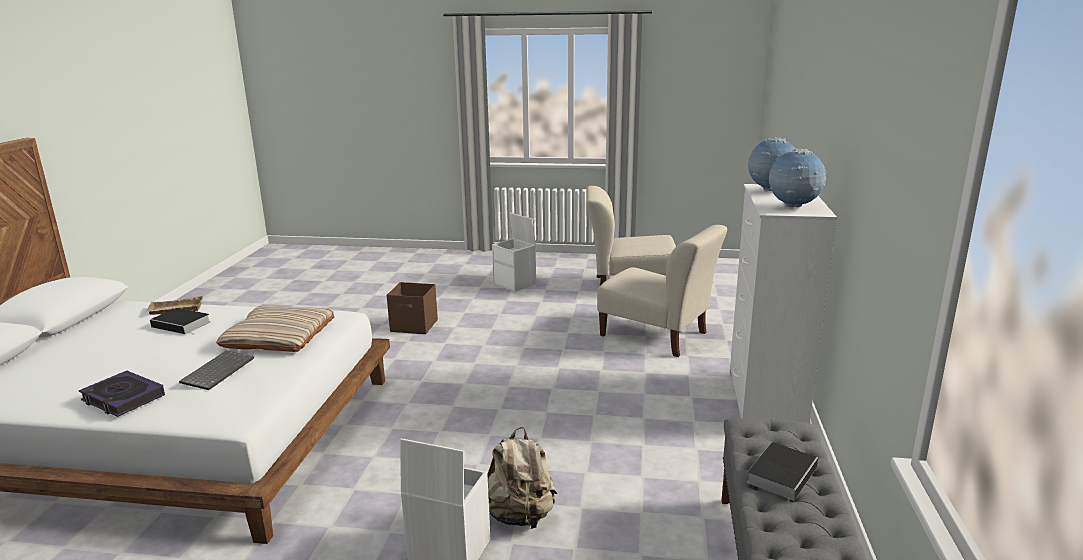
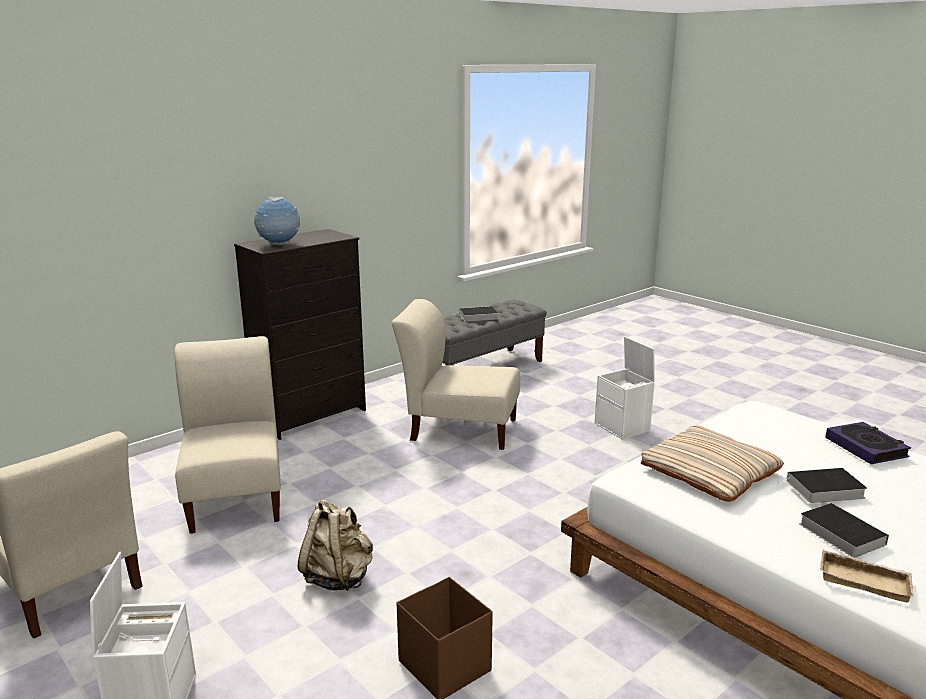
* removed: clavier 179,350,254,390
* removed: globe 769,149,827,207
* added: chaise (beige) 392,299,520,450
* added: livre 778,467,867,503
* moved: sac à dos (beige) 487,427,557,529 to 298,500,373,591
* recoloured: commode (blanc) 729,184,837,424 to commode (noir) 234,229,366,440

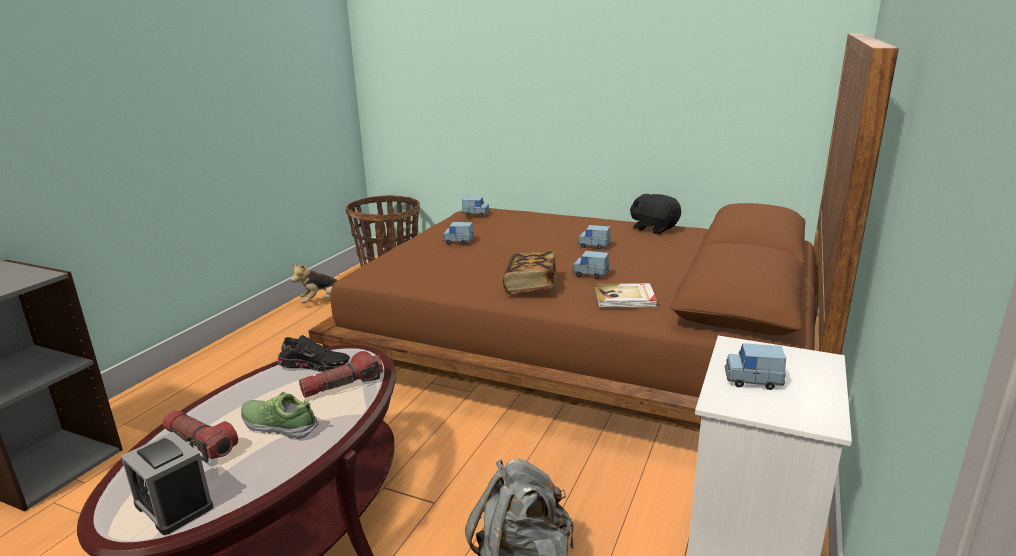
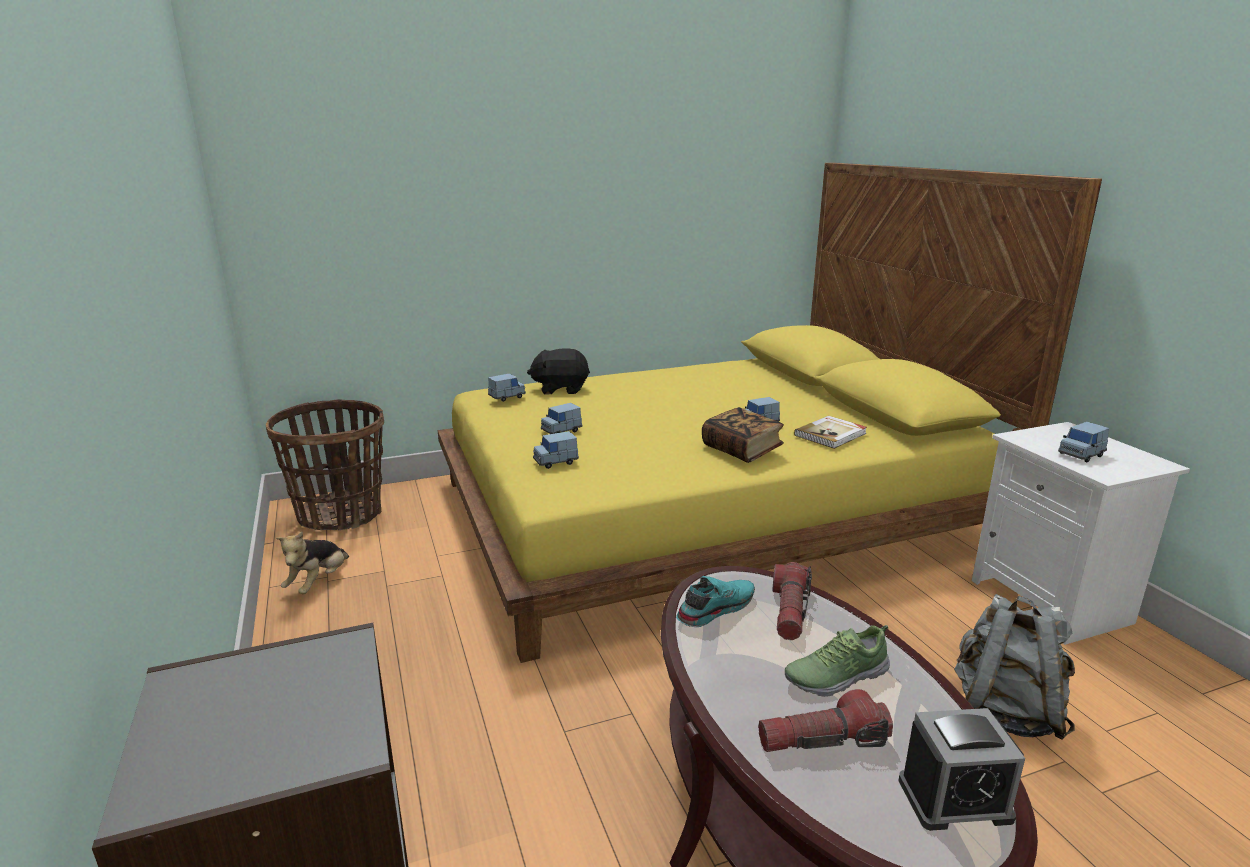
* moved: petite voiture (bleu) 578,225,611,250 to 533,431,579,469
* moved: peluche (noir) 630,194,681,234 to 527,348,590,395
* recoloured: chaussure (noir) 277,335,350,372 to chaussure (turquoise) 676,576,755,627
* recoloured: lit (marron) 308,33,899,432 to lit (jaune) 438,163,1102,663

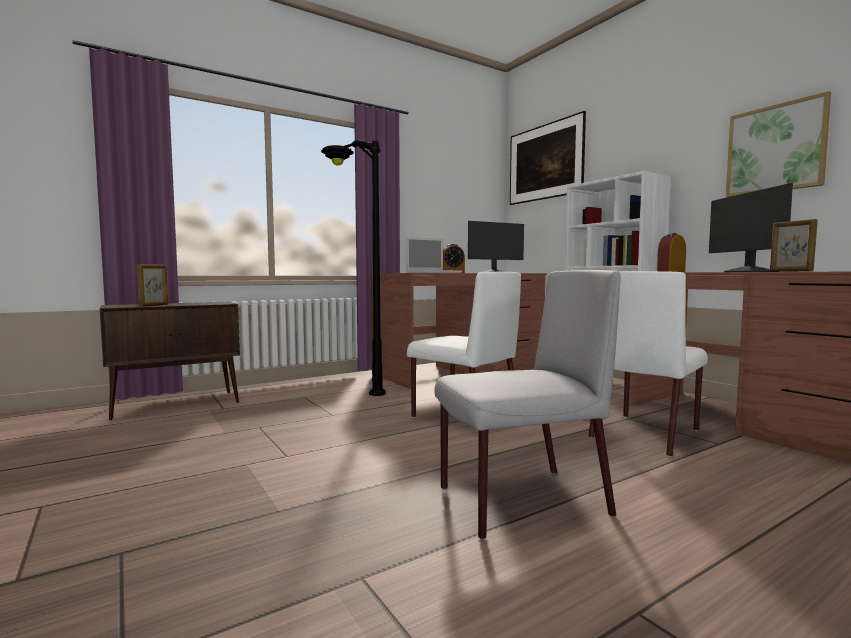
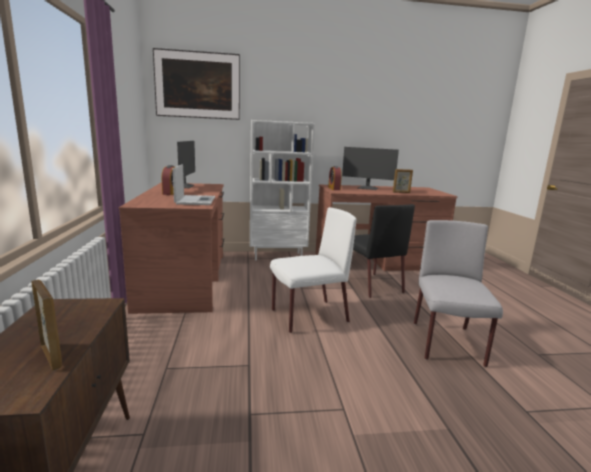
* removed: lampadaire (noir) 321,140,386,396
* removed: tableau 726,91,831,197
* recoloured: chaise (blanc) 589,271,708,457 to chaise (noir) 353,204,415,298

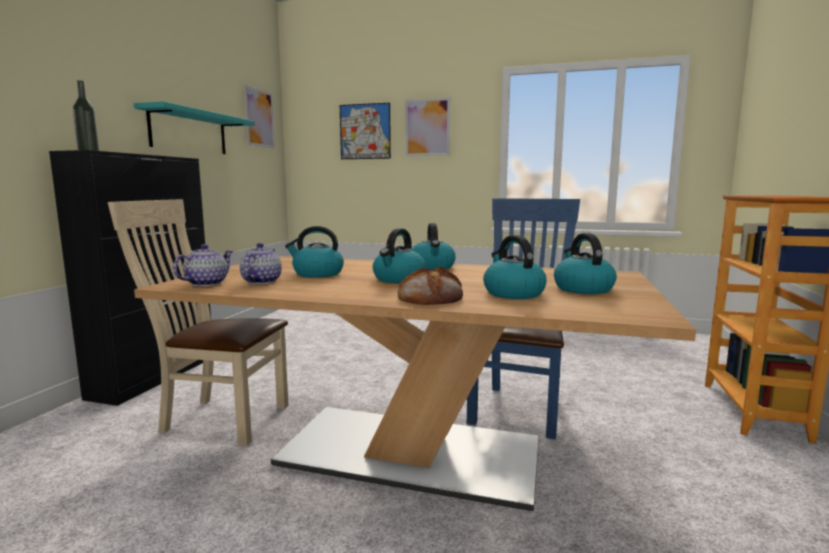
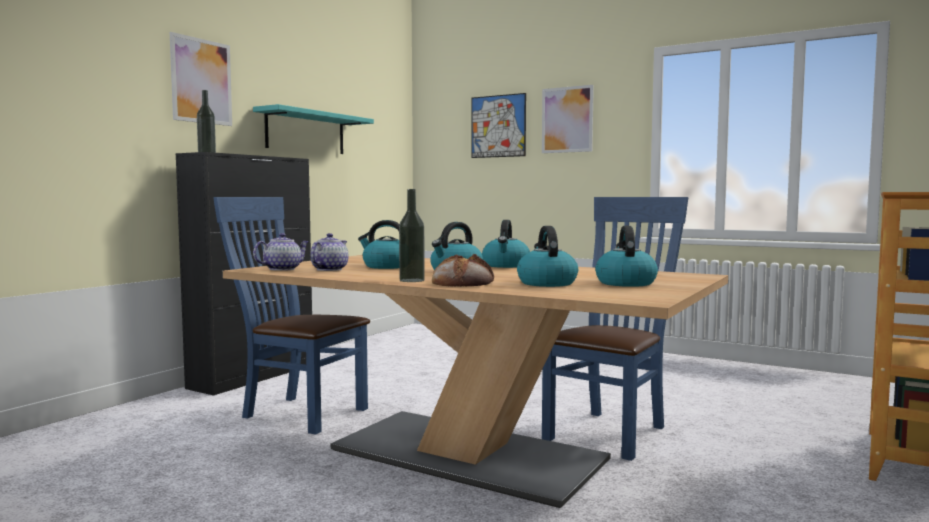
* added: bouteille 399,189,425,282
* moved: tableau 244,85,275,149 to 170,32,232,126
* recoloured: chaise (beige) 108,199,288,446 to chaise (bleu) 213,197,370,435

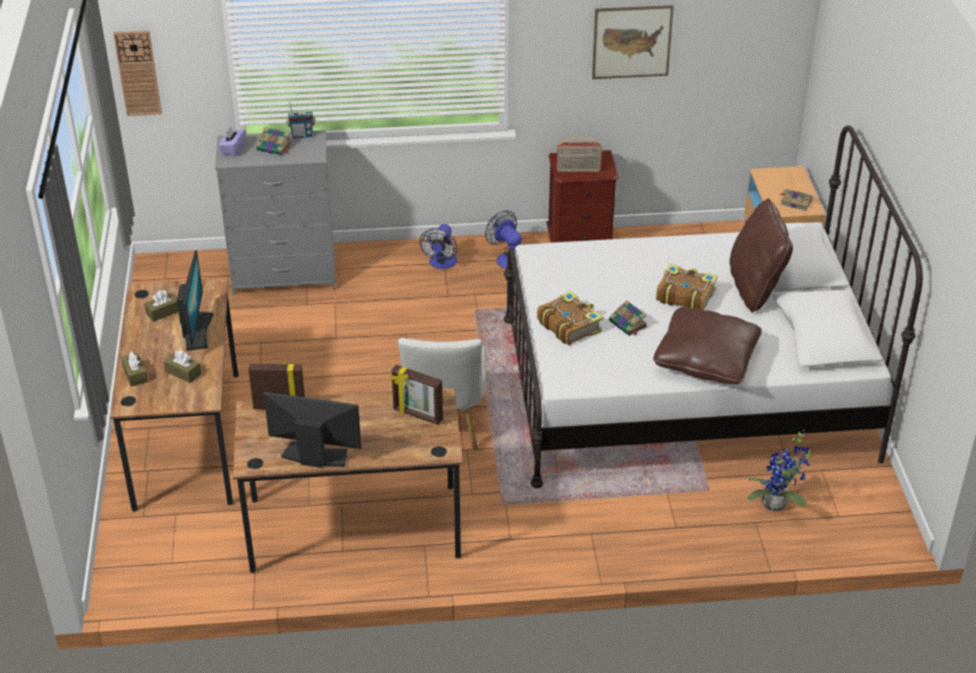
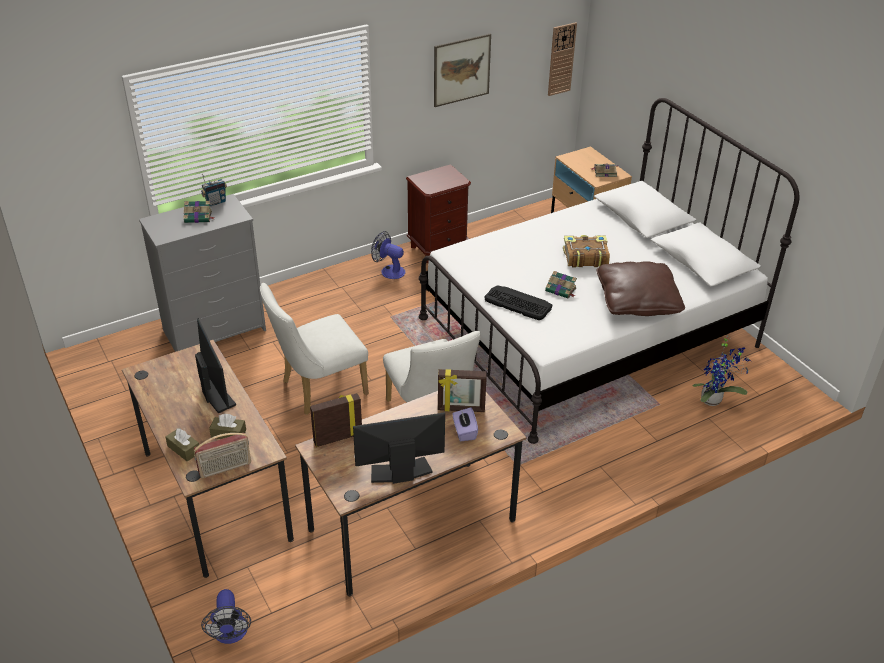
* removed: boîte à mouchoirs (marron) 144,290,178,322
* removed: coussin (marron) 729,198,793,313
* added: chaise (blanc) 260,283,369,415
* moved: horloge murale 113,31,162,116 to 548,22,577,96
* moved: boîte à mouchoirs (violet) 219,127,246,156 to 453,407,478,441
* moved: ventilateur 419,224,457,269 to 201,589,251,644
* moved: radio 556,137,602,172 to 194,433,251,478
* replaced: livre 537,291,603,345 to clavier 484,285,552,320

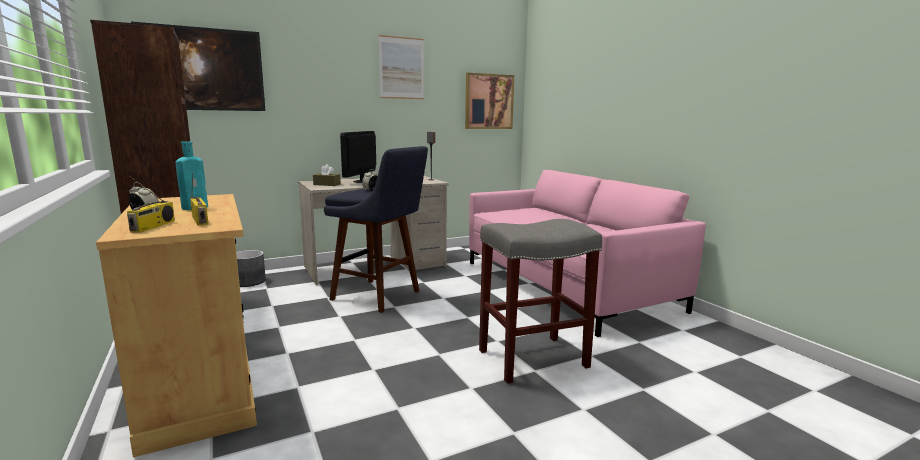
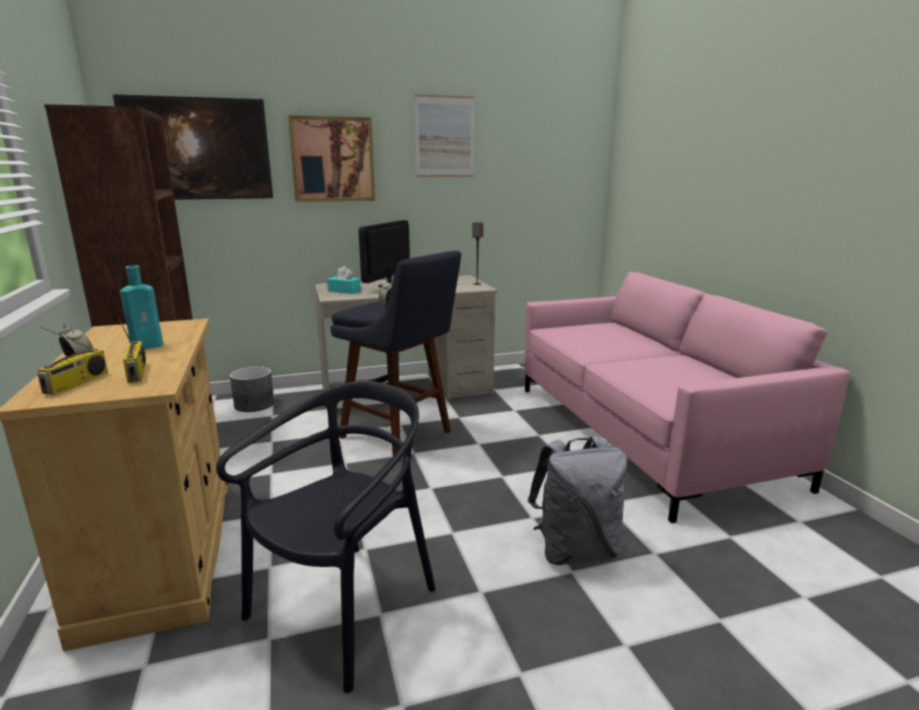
* added: chaise (noir) 216,381,436,693
* moved: tableau 465,73,514,129 to 288,115,375,202
* replaced: tabouret (gris) 479,219,602,384 to sac à dos (gris) 528,436,627,565
* recoloured: boîte à mouchoirs (marron) 313,164,341,186 to boîte à mouchoirs (turquoise) 327,266,361,294

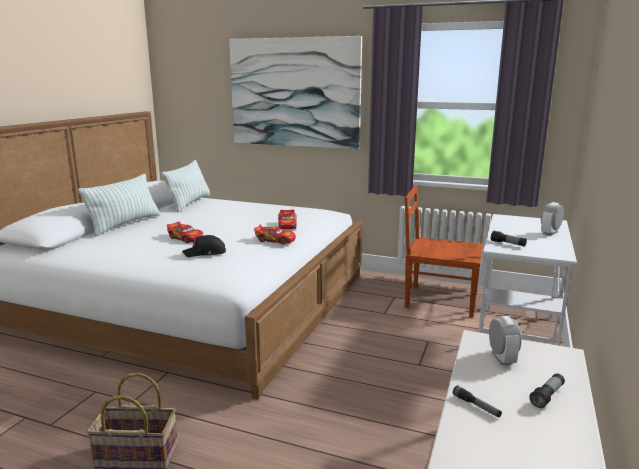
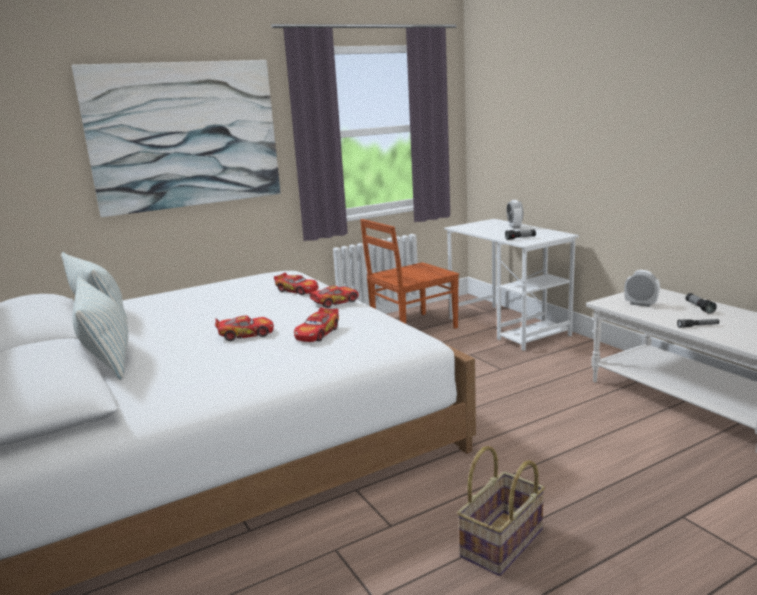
* replaced: casquette (noir) 182,235,226,257 to petite voiture 294,307,339,342

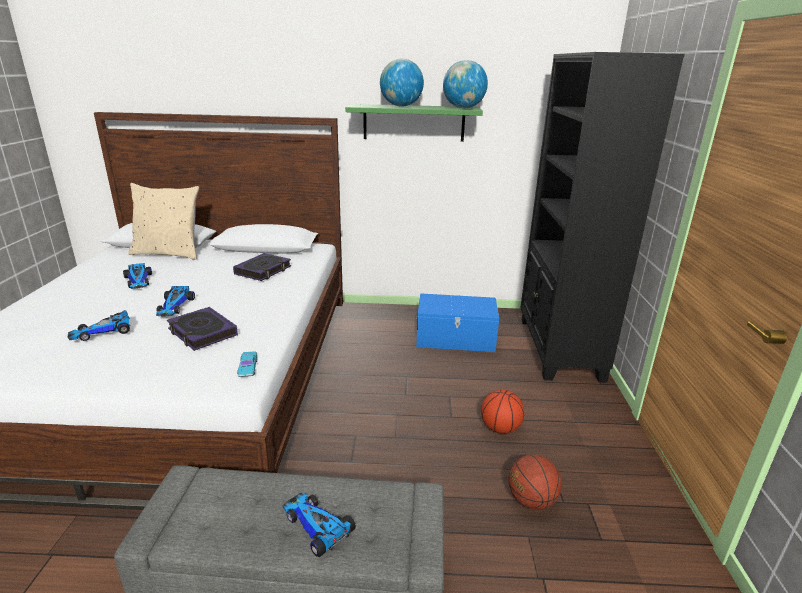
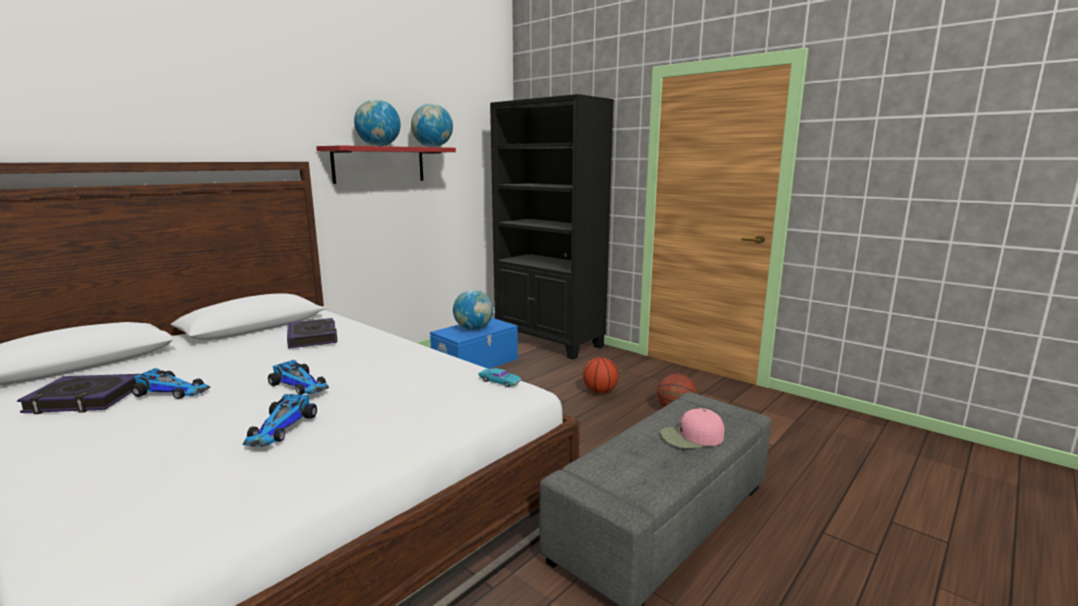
* removed: coussin (beige) 128,183,199,260
* added: globe 453,290,493,330
* moved: livre 167,307,238,351 to 17,374,139,414
* replaced: petite voiture 283,493,356,557 to casquette (rose) 660,408,725,448
* recoloured: étagère (vert) 345,104,483,142 to étagère (rouge) 316,145,456,184

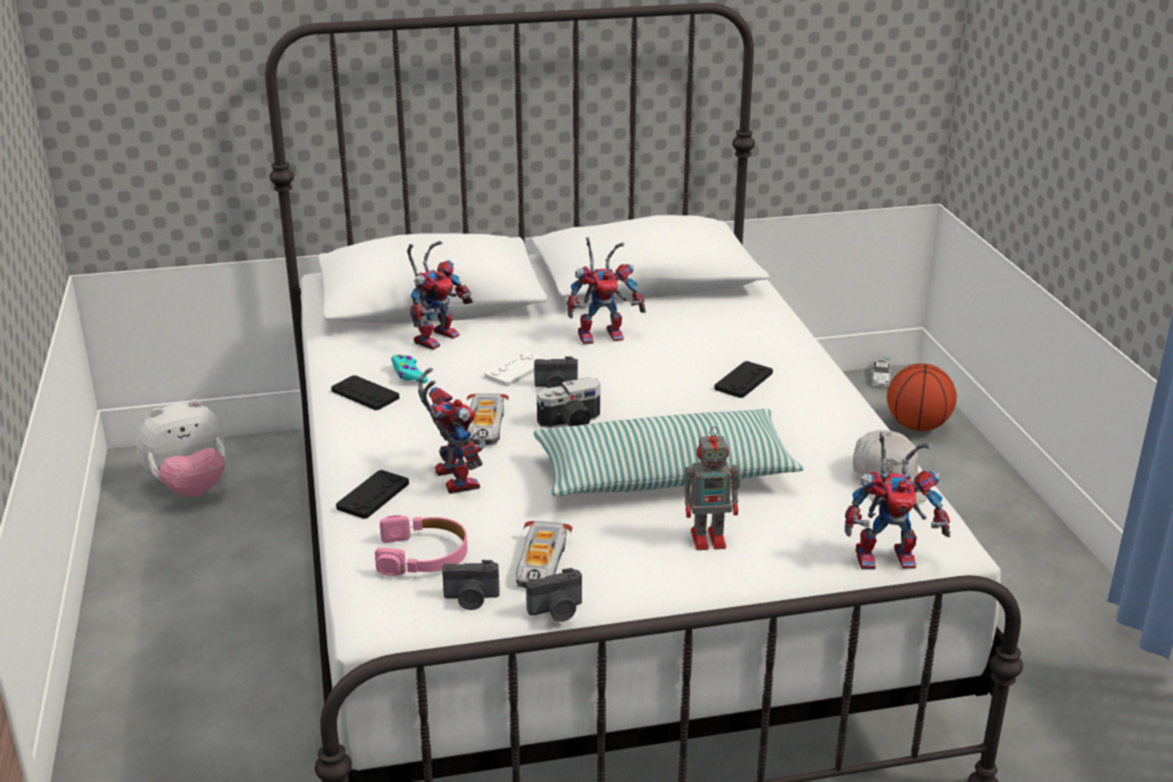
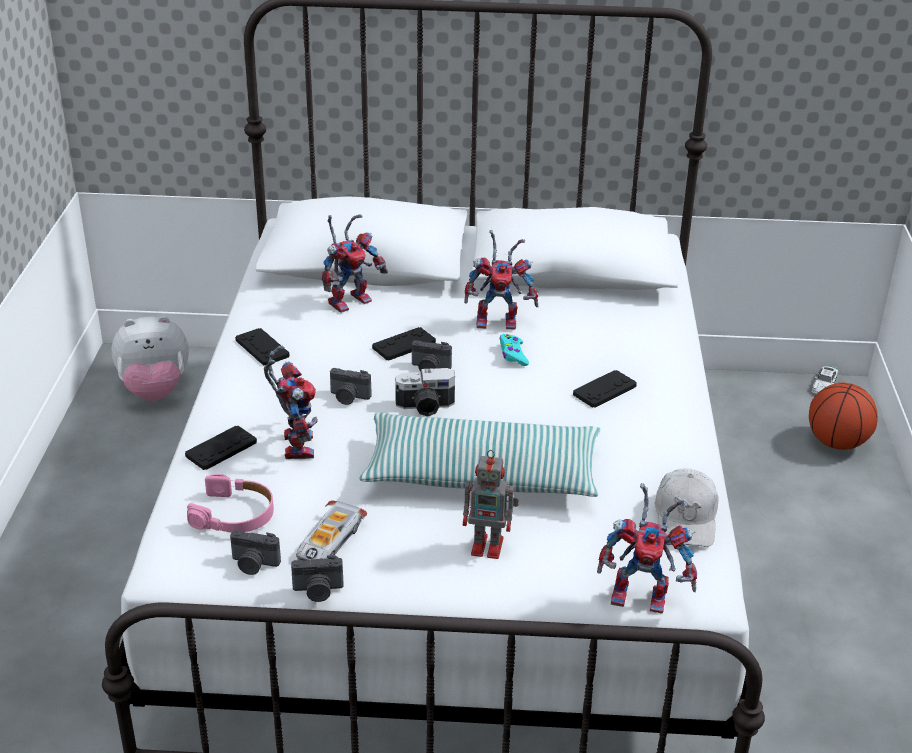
* moved: manette (turquoise) 391,355,428,384 to 500,334,529,366
* replaced: petite voiture 467,394,509,445 to appareil photo 330,368,372,405
* recoloured: manette (blanc) 485,351,548,387 to manette (noir) 372,327,436,360

